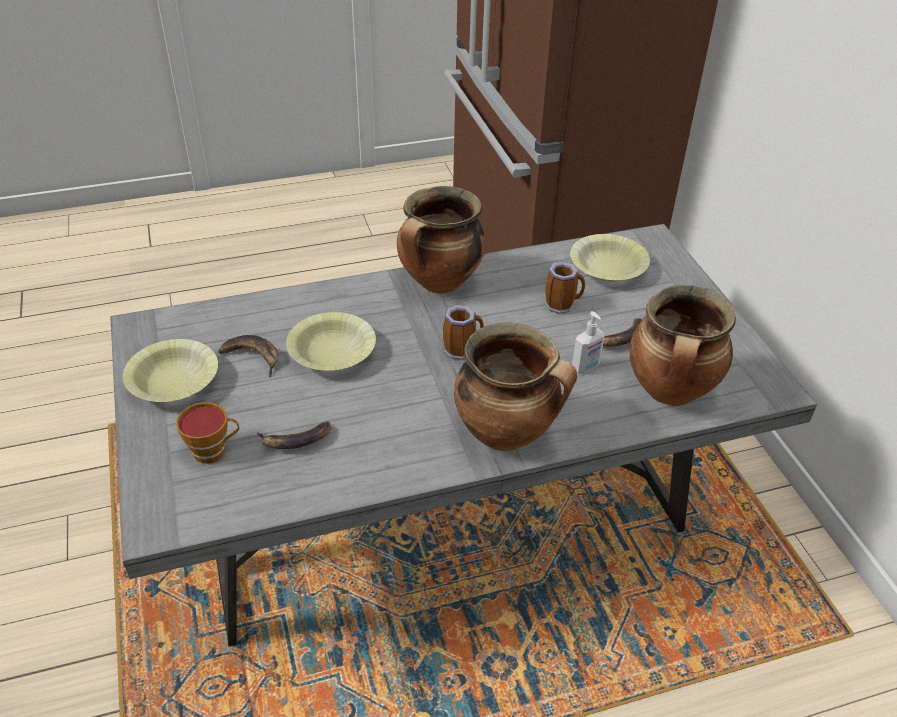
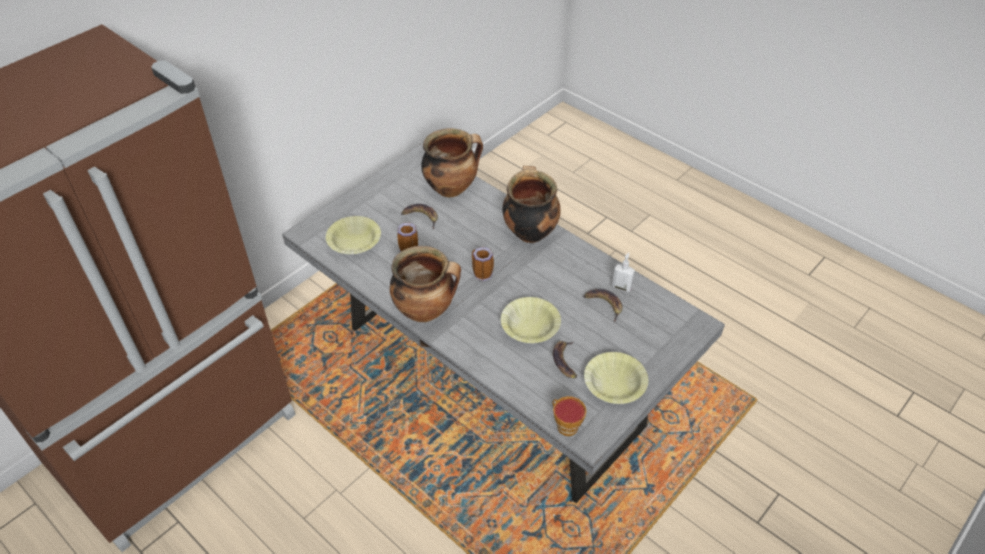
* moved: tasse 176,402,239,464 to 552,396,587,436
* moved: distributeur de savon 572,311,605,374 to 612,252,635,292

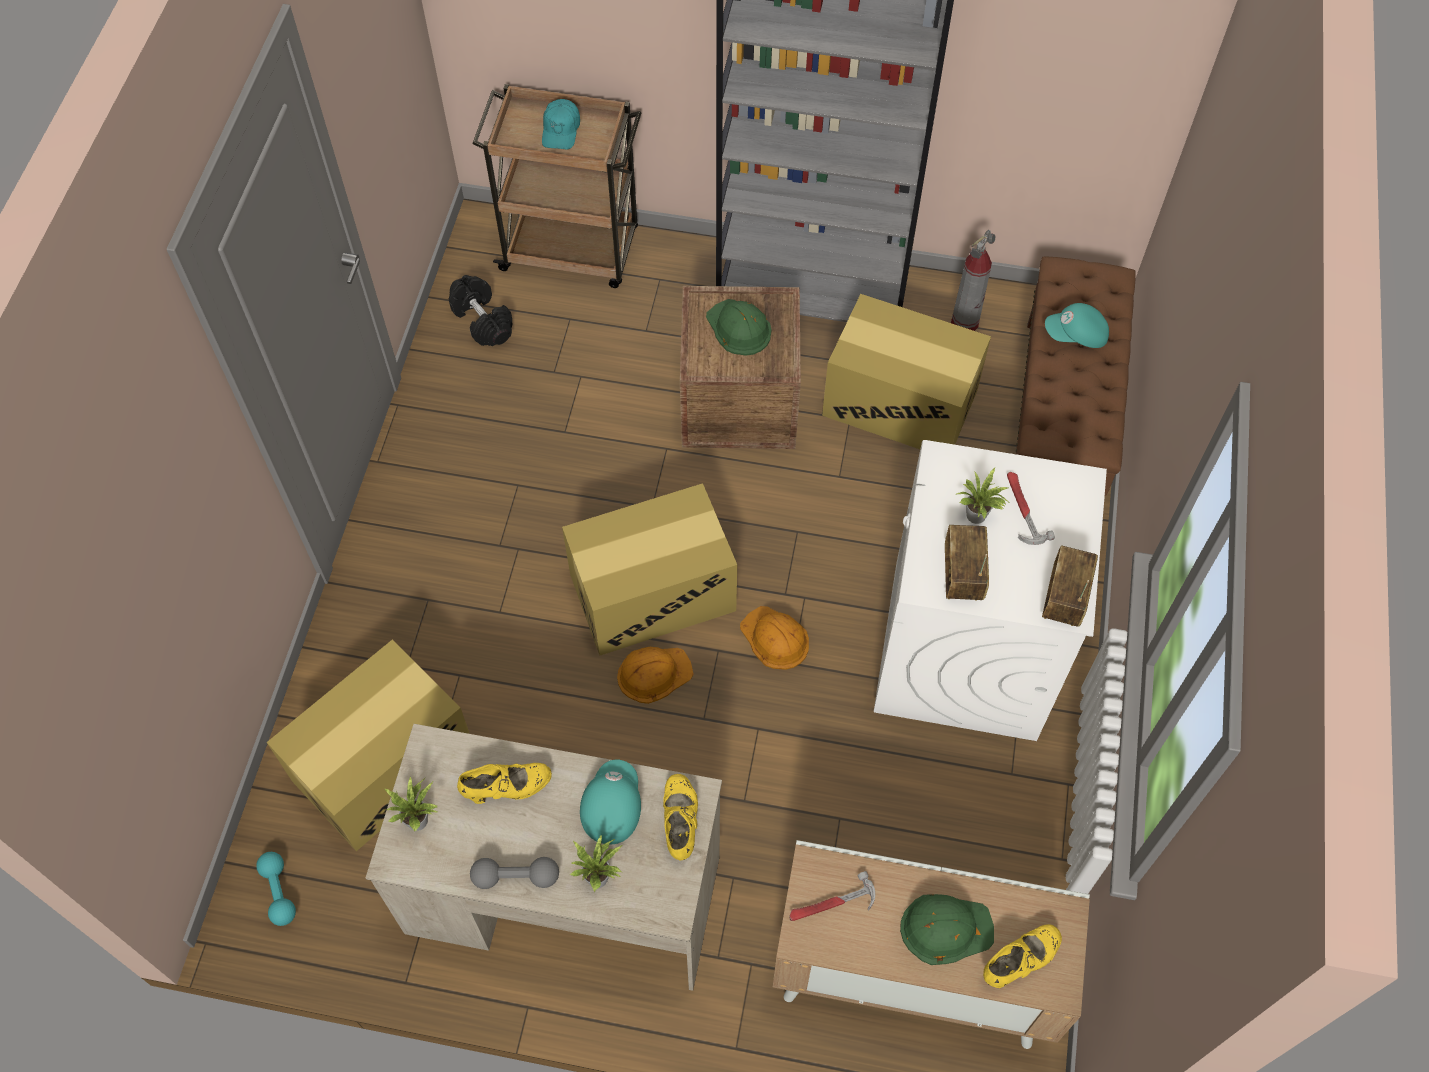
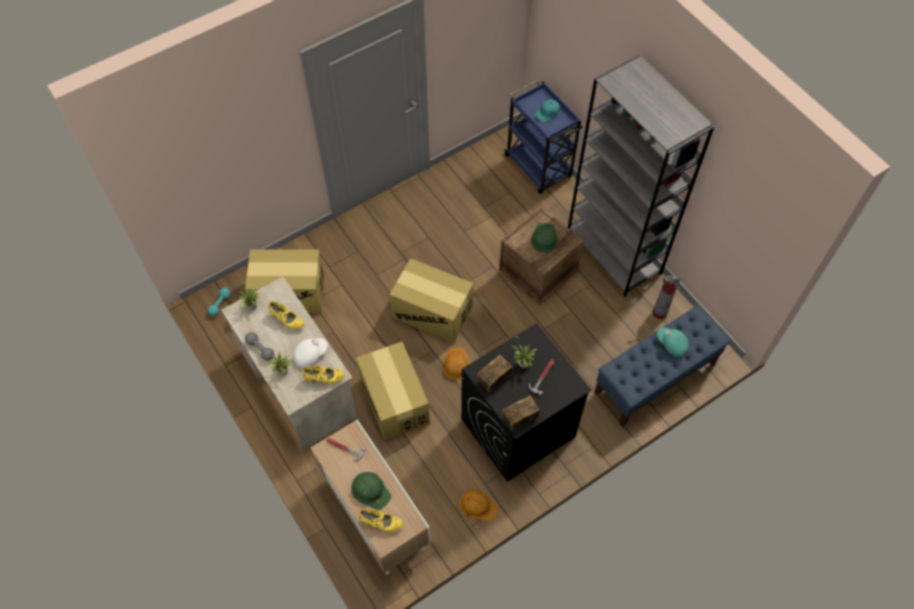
* removed: haltère (noir) 449,275,513,346
* moved: casque de chantier (orange) 617,647,694,704 to 460,489,498,521
* moved: carton 822,294,991,449 to 356,342,430,440
* recoloured: chariot (marron) 472,84,641,288 to chariot (bleu) 504,80,583,194
* recoloured: casquette (turquoise) 580,760,641,845 to casquette (blanc) 293,338,327,368
* recoloured: lave-linge (blanc) 874,440,1107,741 to lave-linge (noir) 461,323,592,482
* recoloured: banc (marron) 1016,256,1136,496 to banc (bleu) 594,306,730,427
* turned: chaussure (jaune) 663,774,698,860 = 302,366,345,384 45 degrees clockwise

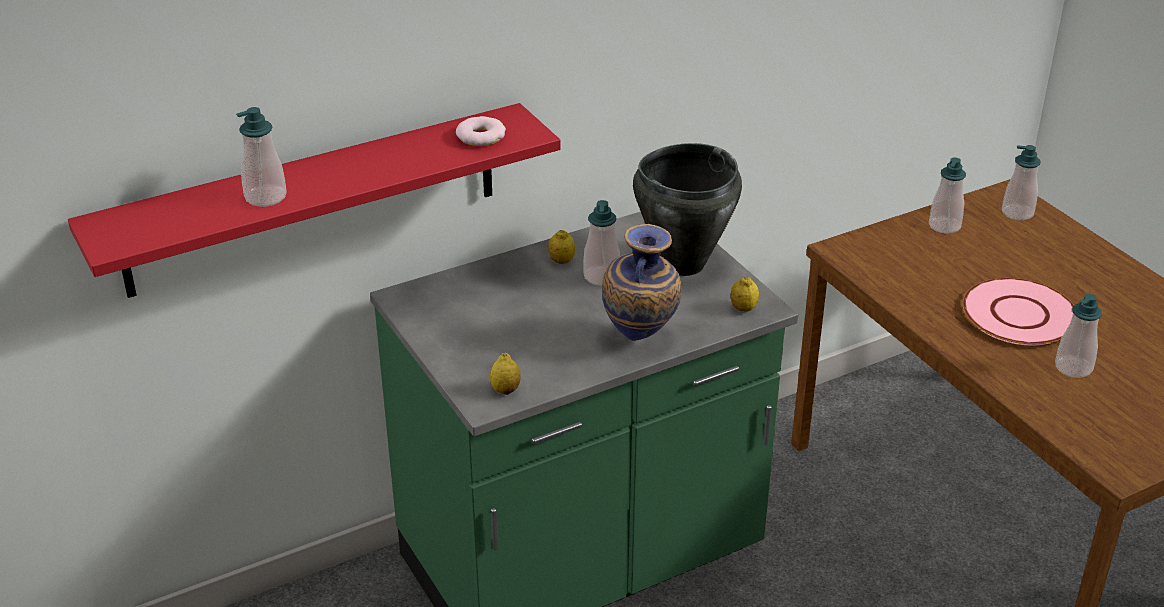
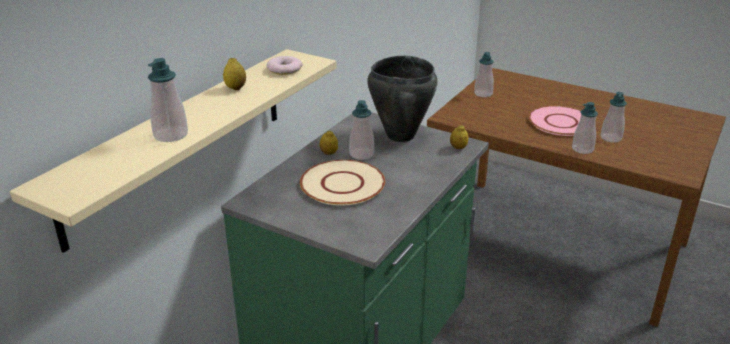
* removed: vase 602,224,682,341
* added: assiette (beige) 300,160,385,206
* moved: citron 490,353,521,395 to 223,58,246,90
* moved: distributeur de savon 1002,145,1041,220 to 572,102,598,154
* recoloured: étagère (rouge) 68,103,561,298 to étagère (beige) 10,49,336,253

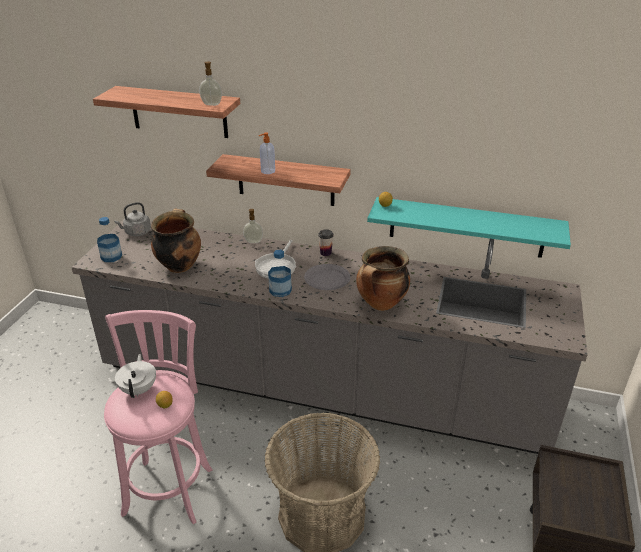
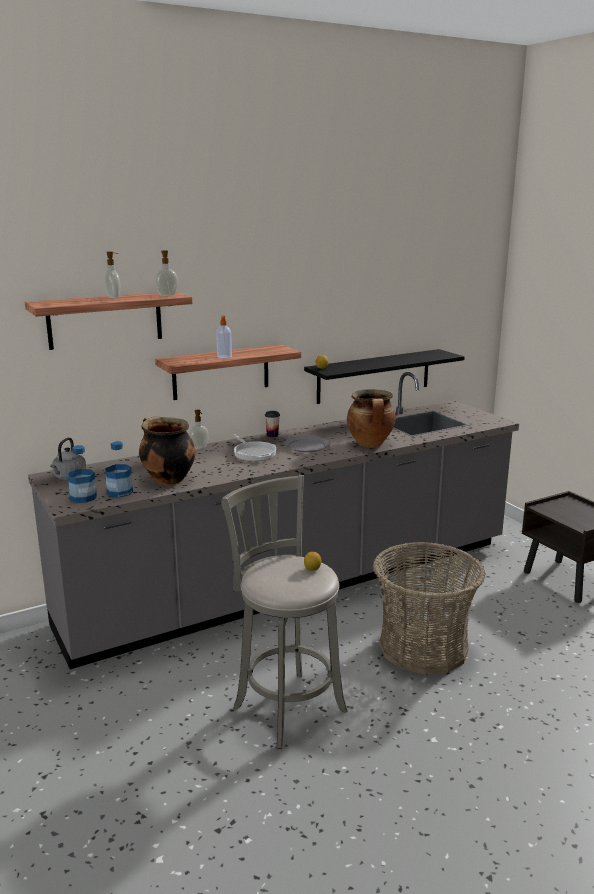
* removed: théière (blanc) 115,354,156,398
* added: distributeur de savon 104,251,120,298
* moved: bouteille 268,250,292,297 to 105,441,133,497
* recoloured: tabouret (rose) 104,310,213,524 to tabouret (gris) 221,475,347,749
* recoloured: étagère (turquoise) 367,197,571,258 to étagère (noir) 304,349,465,404

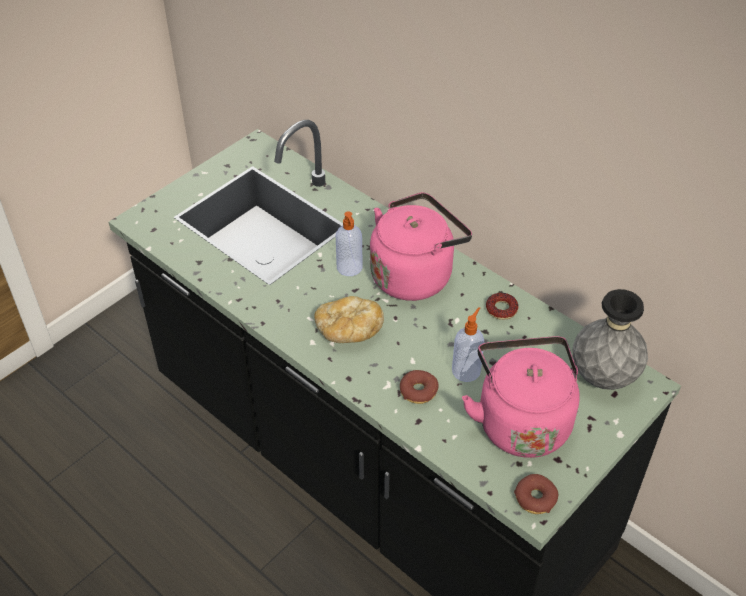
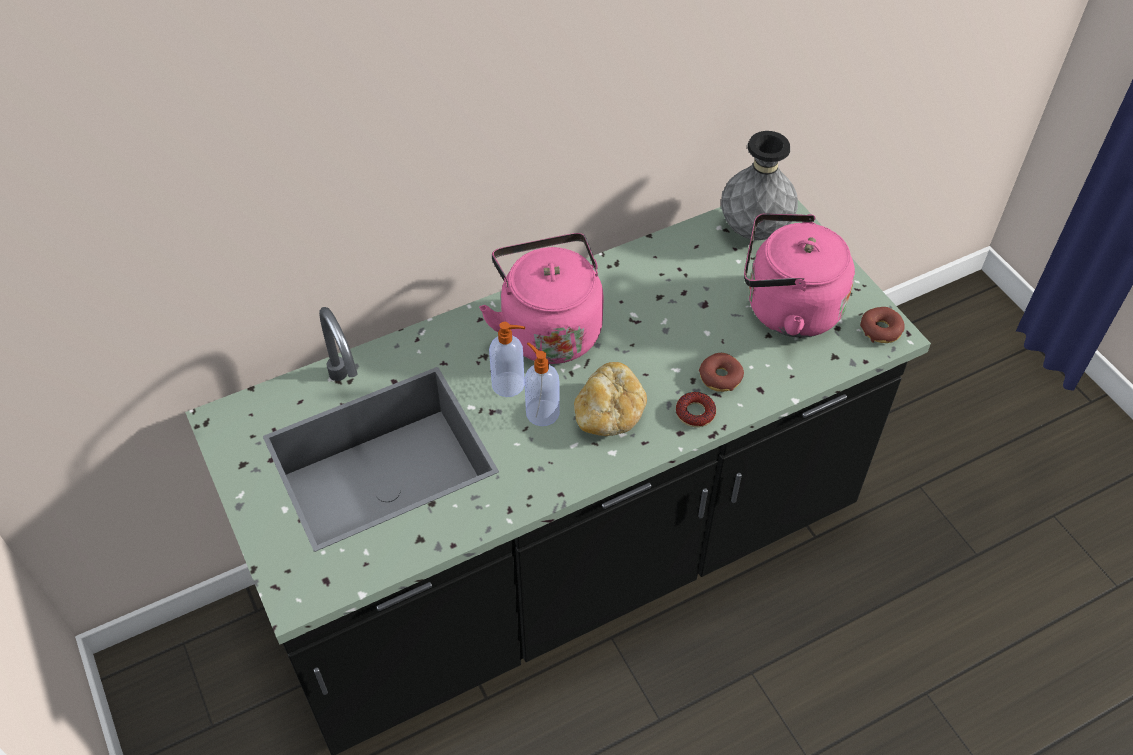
* moved: distributeur de savon 452,307,484,382 to 524,342,560,426
* moved: beignet 486,293,518,320 to 676,392,716,427

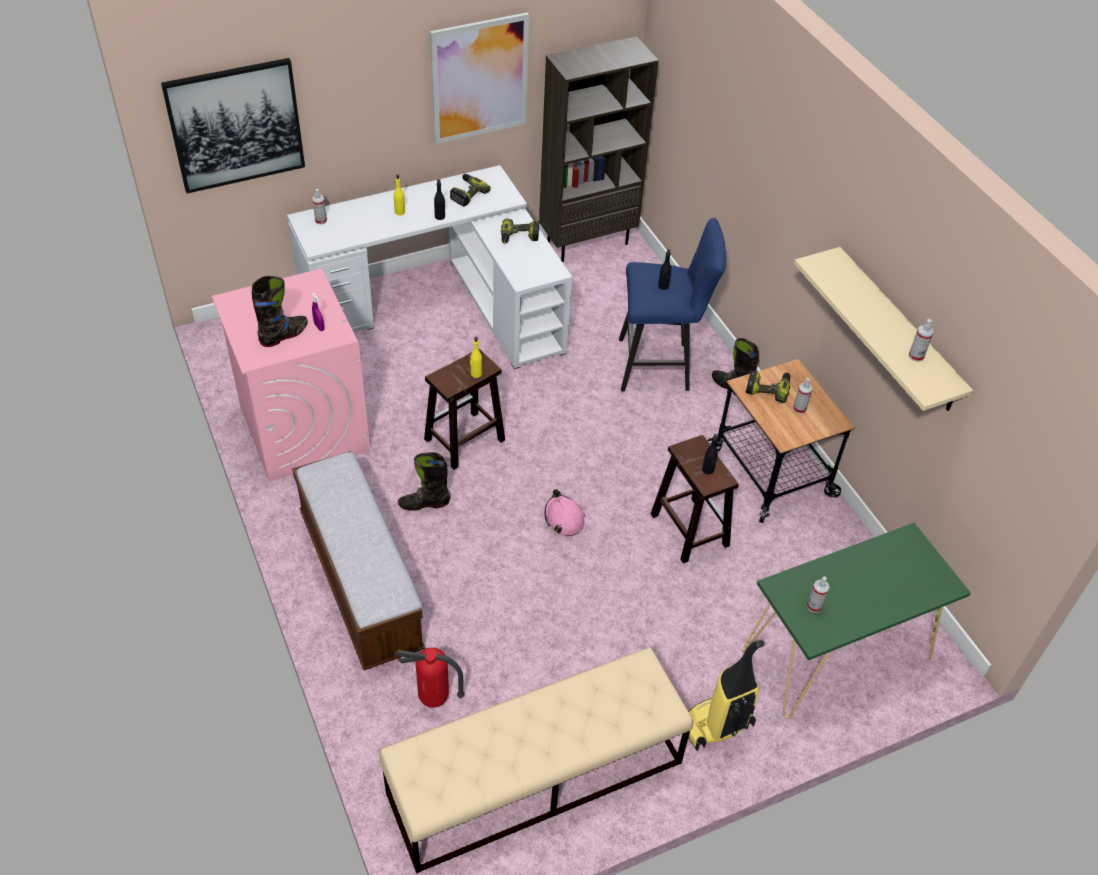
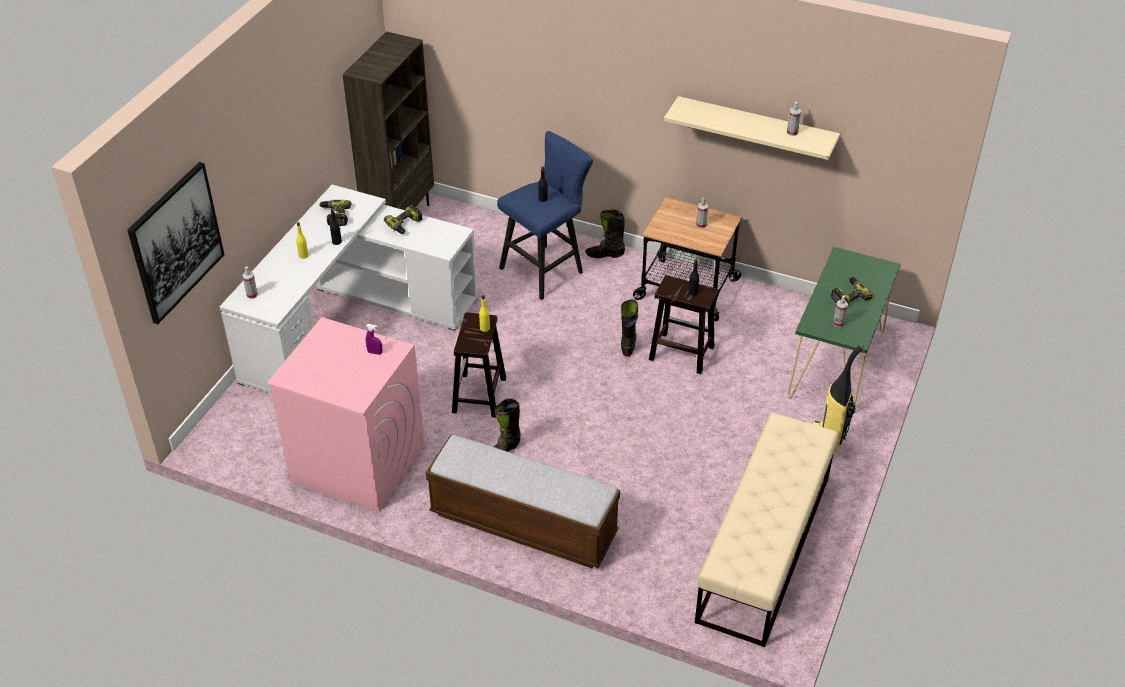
* removed: extincteur 394,647,464,708
* removed: tableau 430,12,529,144
* removed: casque de chantier (rose) 545,489,585,536
* moved: botte (noir) 252,276,308,347 to 621,299,638,356
* moved: perceuse 746,371,790,403 to 831,277,873,304

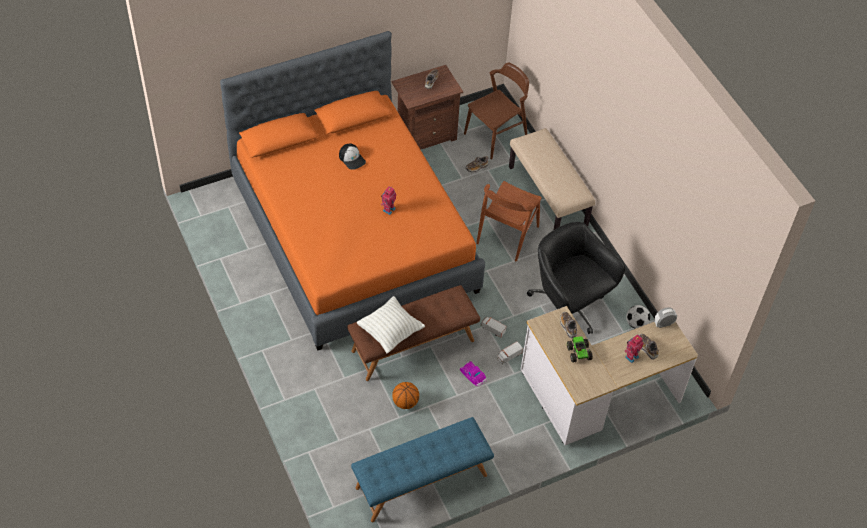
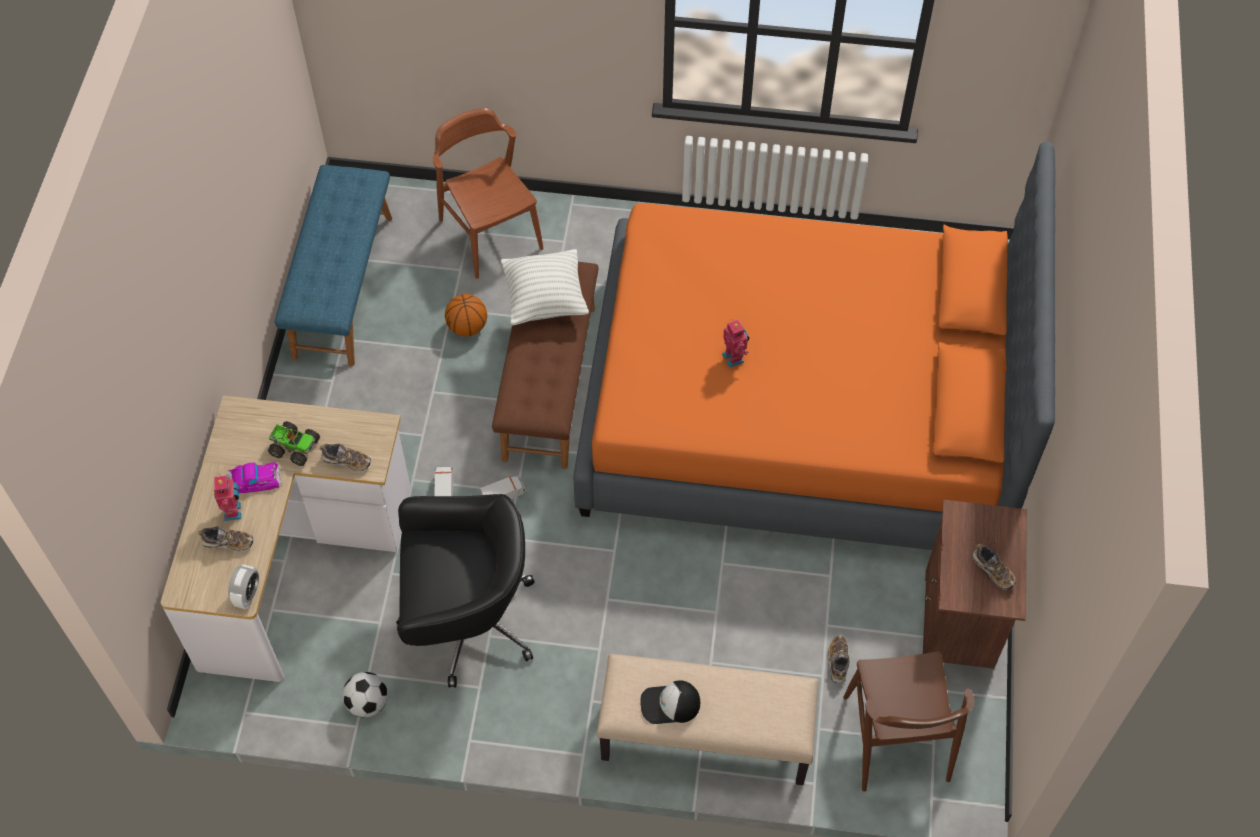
* moved: casquette 339,144,366,170 to 640,680,700,724
* moved: petite voiture 460,361,487,386 to 227,462,283,493
* moved: chaise (marron) 476,181,542,261 to 433,108,544,279

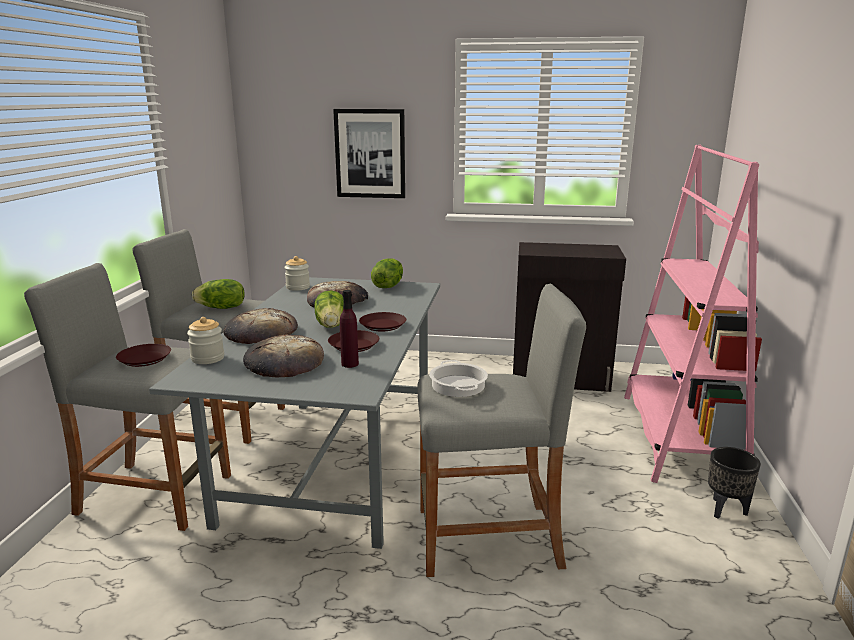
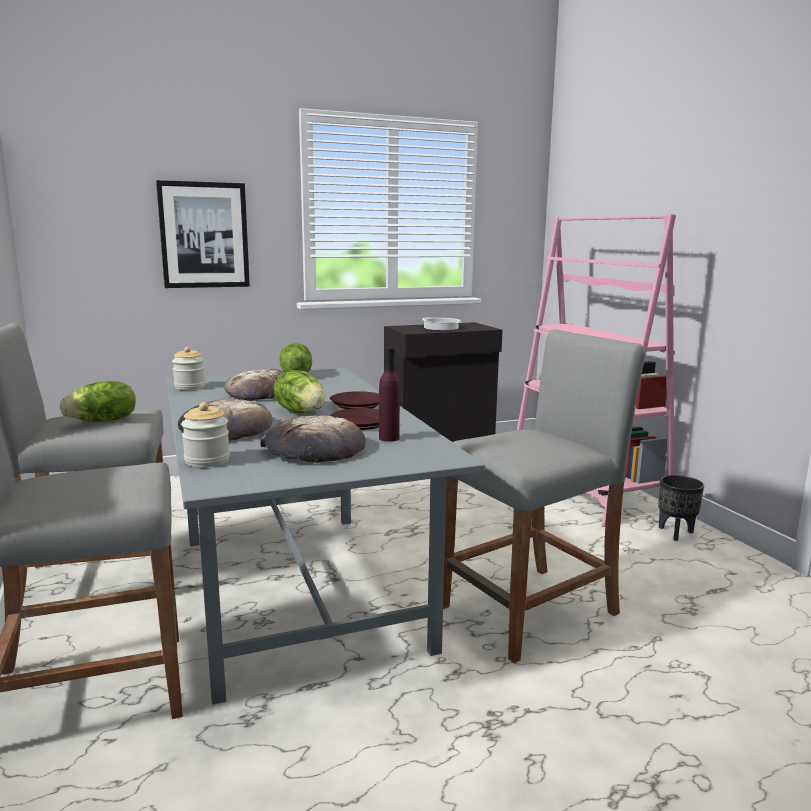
* removed: assiette (marron) 116,344,171,367
* moved: marmite 429,360,488,397 to 421,318,460,330

